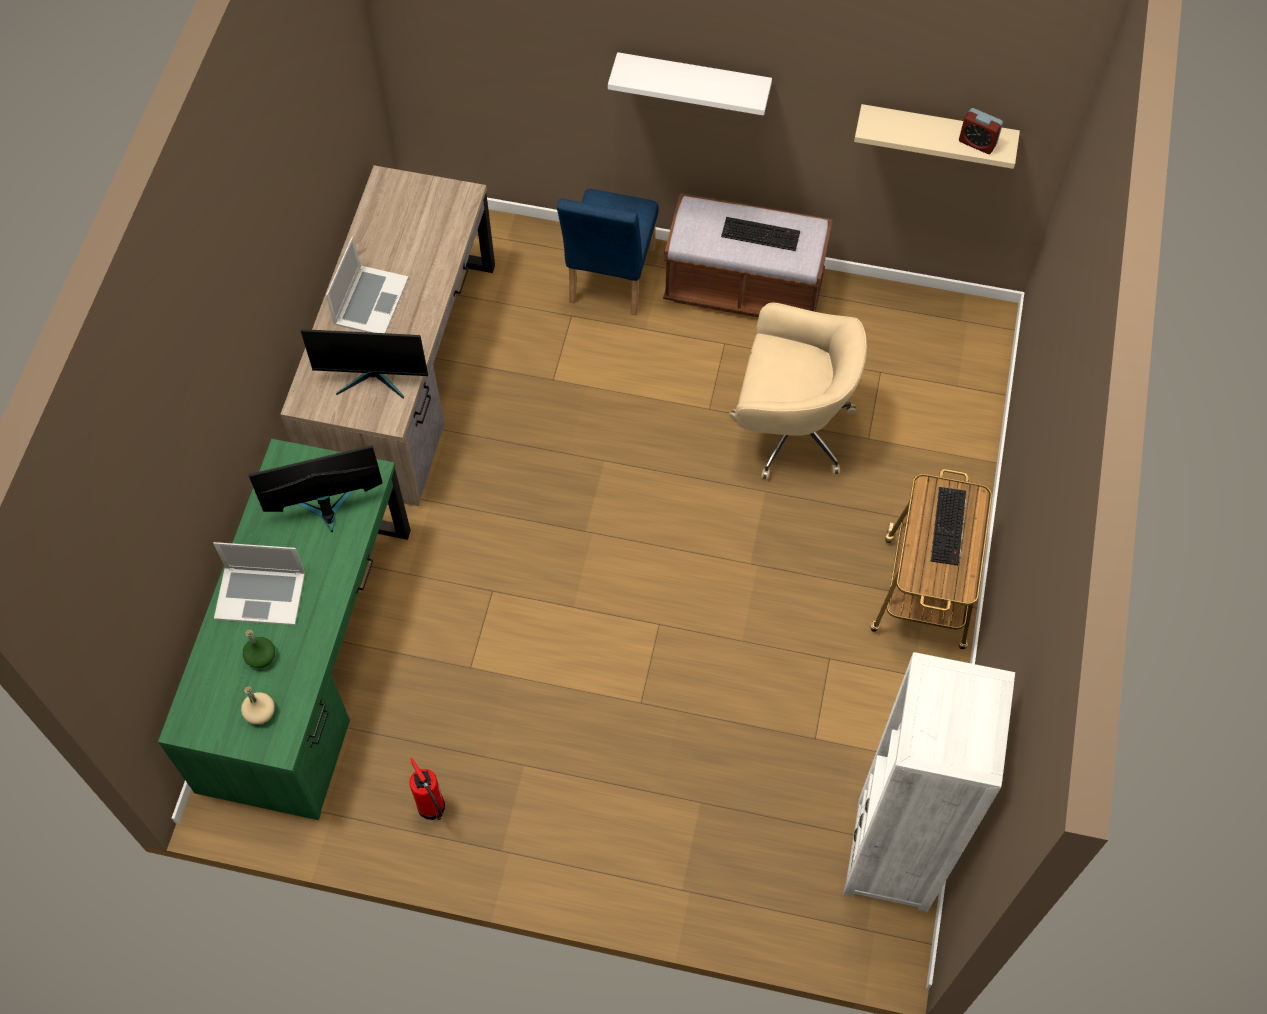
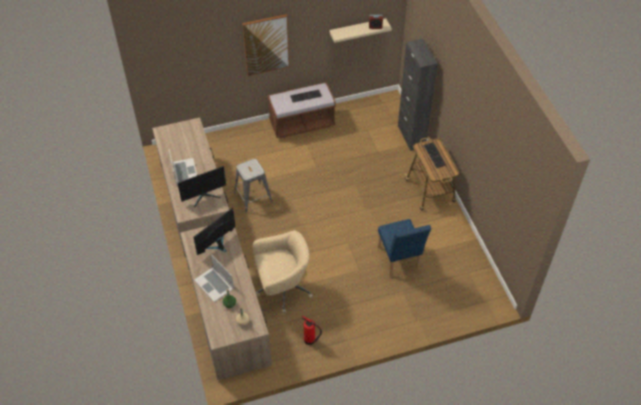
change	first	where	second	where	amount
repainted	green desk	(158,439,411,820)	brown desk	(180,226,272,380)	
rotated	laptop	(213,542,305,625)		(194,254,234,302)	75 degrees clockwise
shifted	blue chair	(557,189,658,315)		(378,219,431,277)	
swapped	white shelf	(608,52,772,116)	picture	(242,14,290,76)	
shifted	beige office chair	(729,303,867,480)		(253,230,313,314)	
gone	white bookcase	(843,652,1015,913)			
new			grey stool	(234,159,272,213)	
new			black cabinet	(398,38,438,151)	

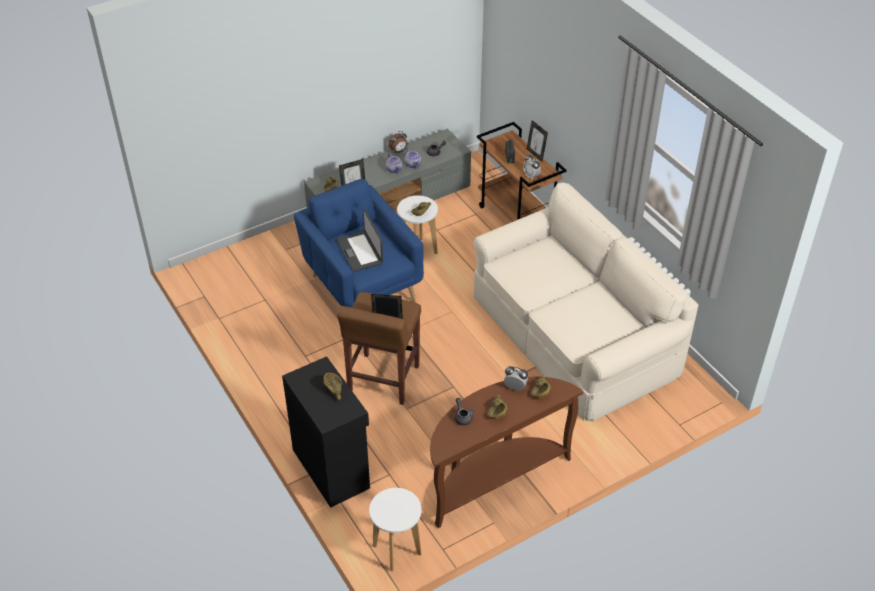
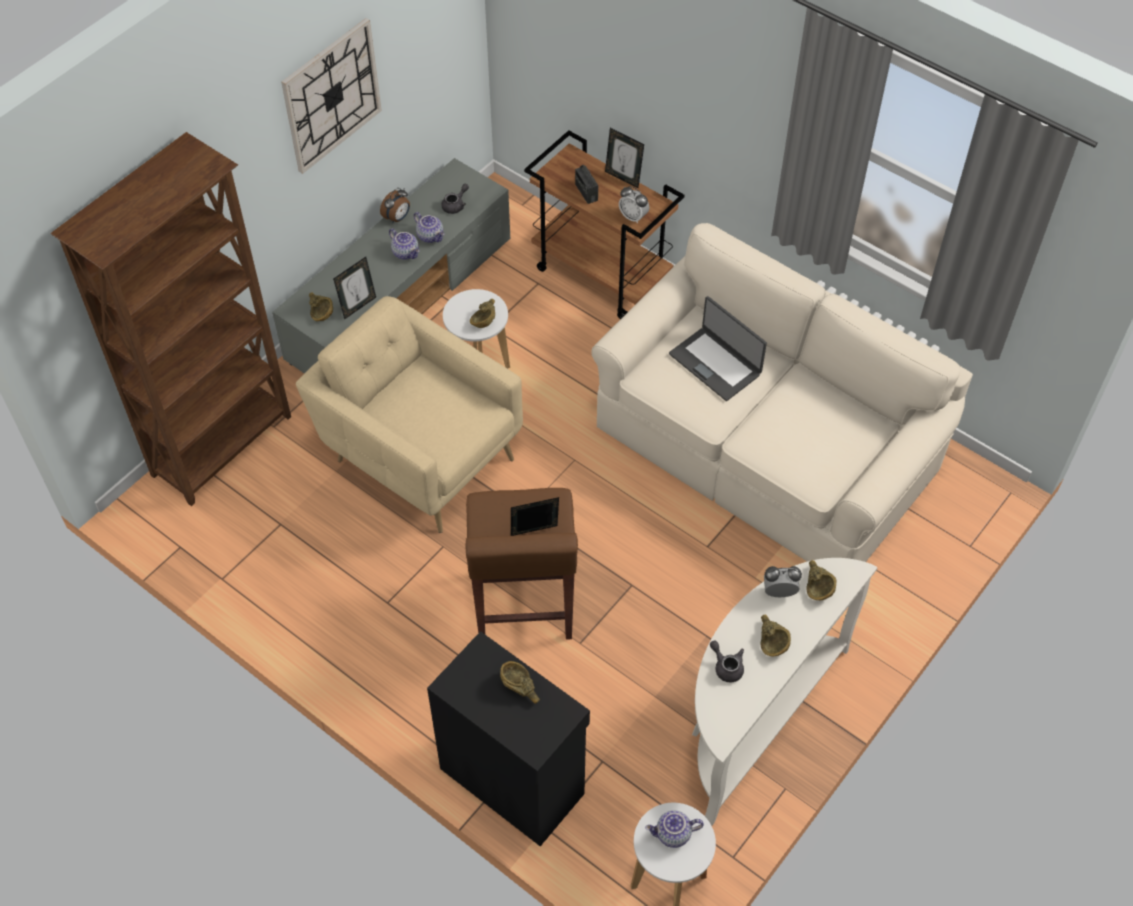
change	first	where	second	where	amount
repainted	blue armchair	(294,179,424,307)	beige armchair	(296,296,523,533)	
shifted	laptop	(336,209,383,272)		(669,296,767,401)	
repainted	brown console table	(430,377,584,528)	white console table	(692,558,878,826)	
new			brown bookcase	(51,132,291,506)	
new			wall clock	(281,18,382,174)	
new			teapot	(645,810,704,848)	

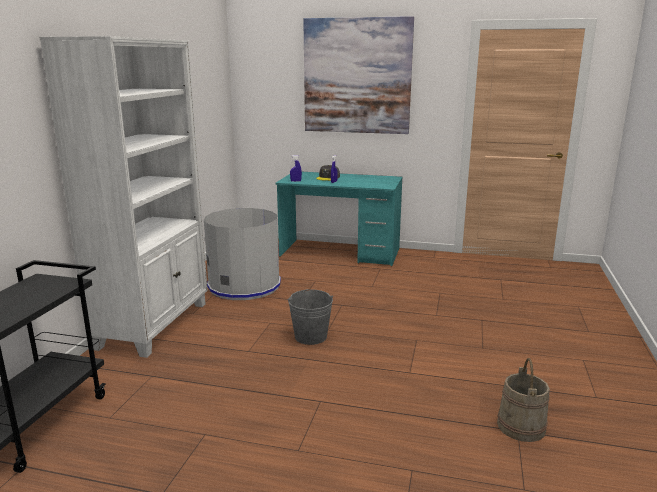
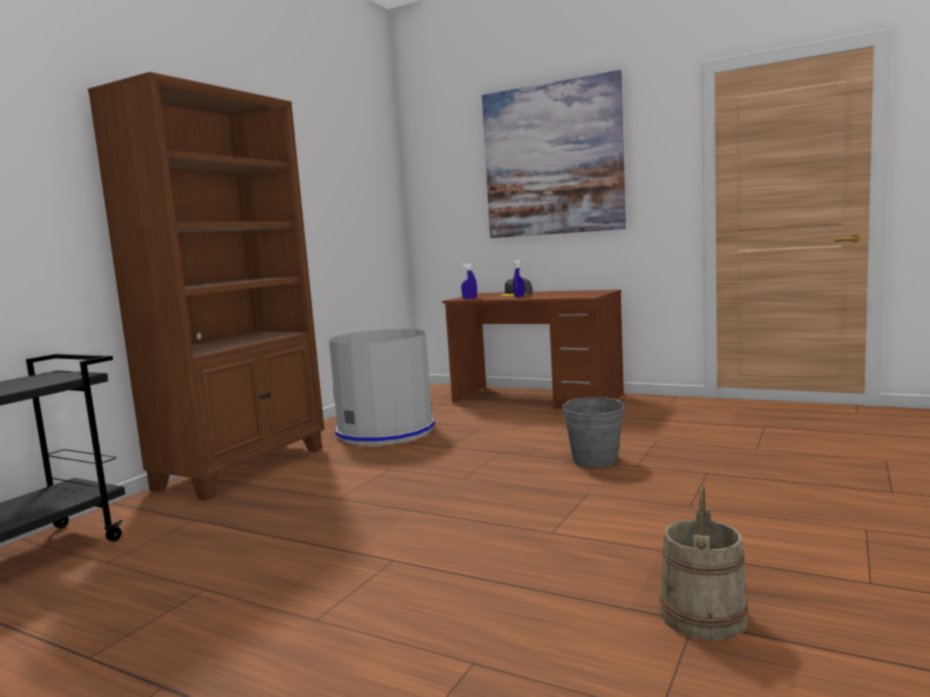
change	first	where	second	where	amount
repainted	white bookcase	(39,36,208,358)	brown bookcase	(88,72,324,501)	
repainted	turquoise desk	(276,172,403,266)	brown desk	(442,290,624,409)	
shifted	grey bucket	(287,289,333,345)		(562,397,625,468)	

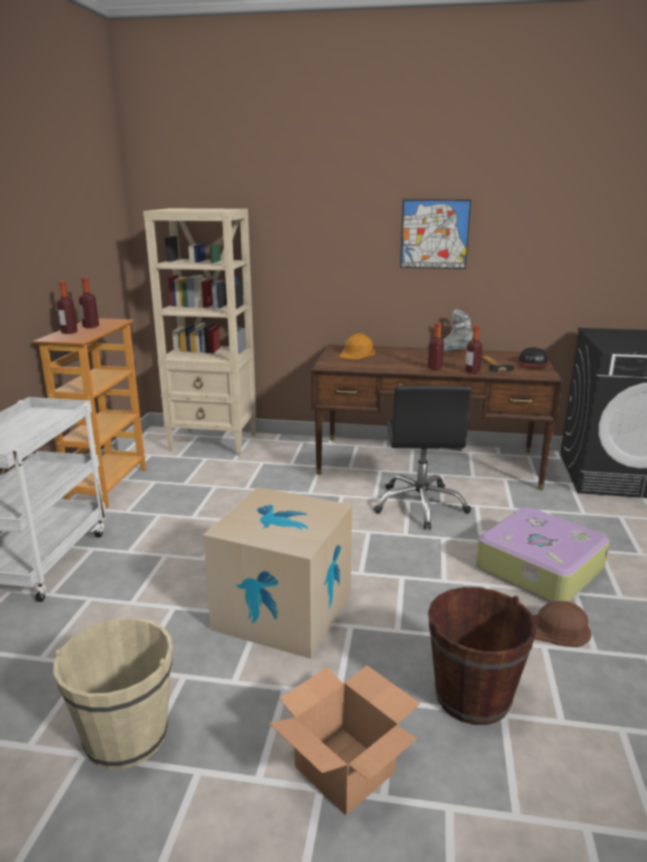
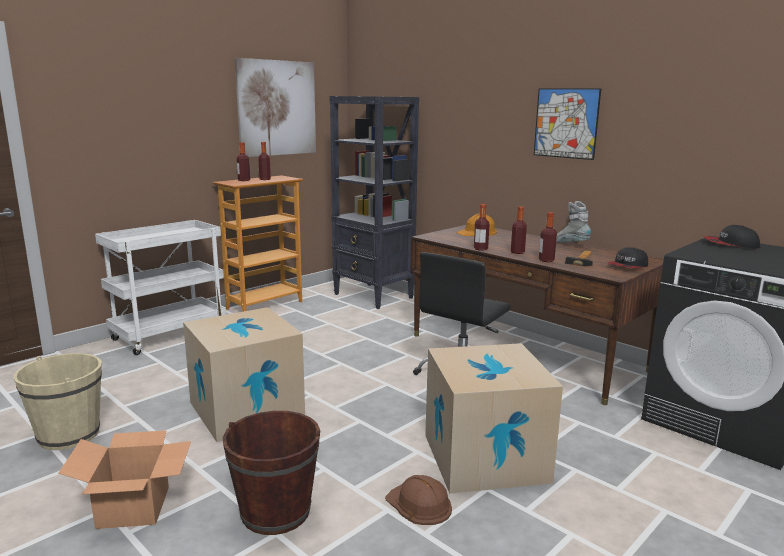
change	first	where	second	where	amount
repainted	beige bookcase	(143,208,256,456)	black bookcase	(329,96,419,309)	
swapped	suitcase	(476,507,610,602)	cardboard box	(425,343,563,494)	
new			picture	(235,58,316,157)	
new			bottle	(474,204,490,251)	
new			cap	(704,225,760,249)	

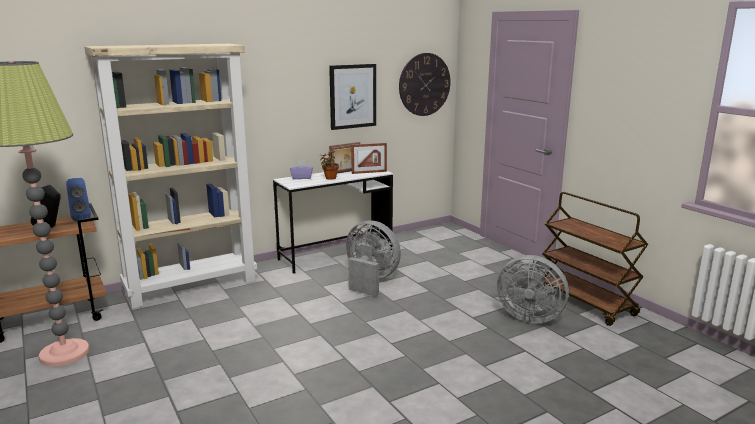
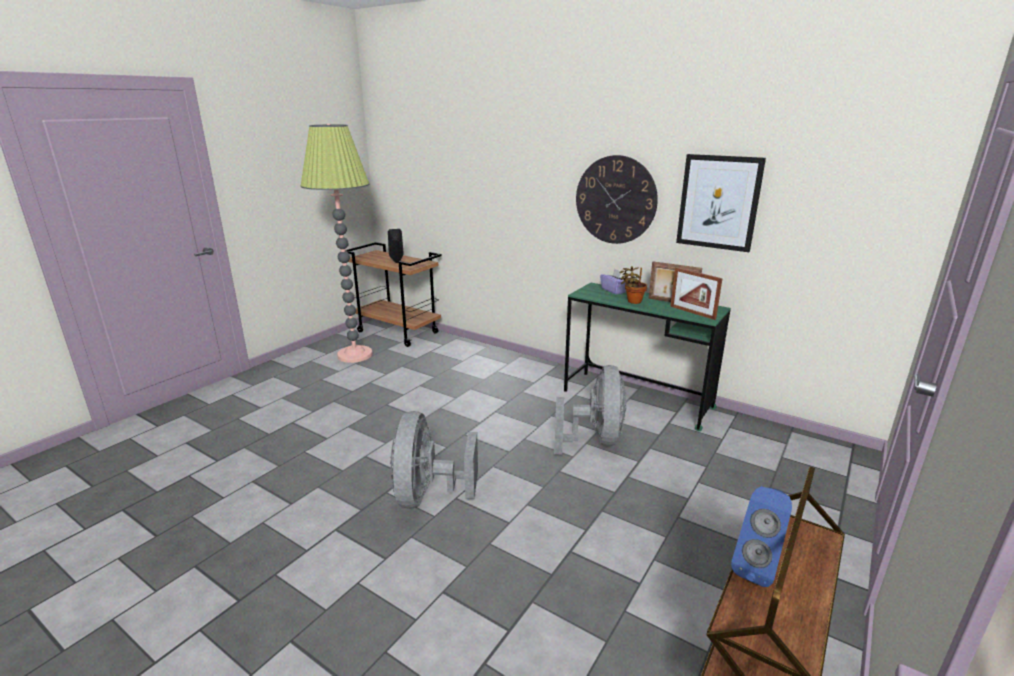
change	first	where	second	where	amount
shifted	blue speaker	(66,178,91,222)		(731,486,792,587)	
gone	beige bookcase	(84,44,257,309)			
repainted	white desk	(273,171,393,274)	green desk	(564,283,731,431)	
shifted	wall clock	(399,53,451,116)		(576,155,658,244)	
shifted	grey fan	(497,255,569,323)		(390,411,478,509)	

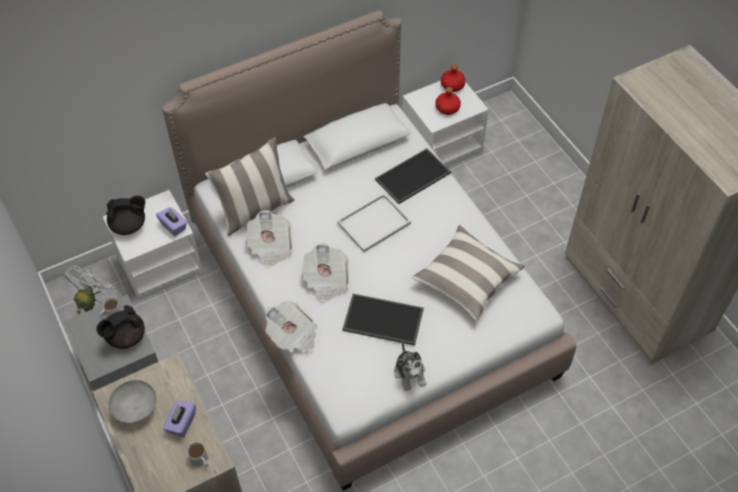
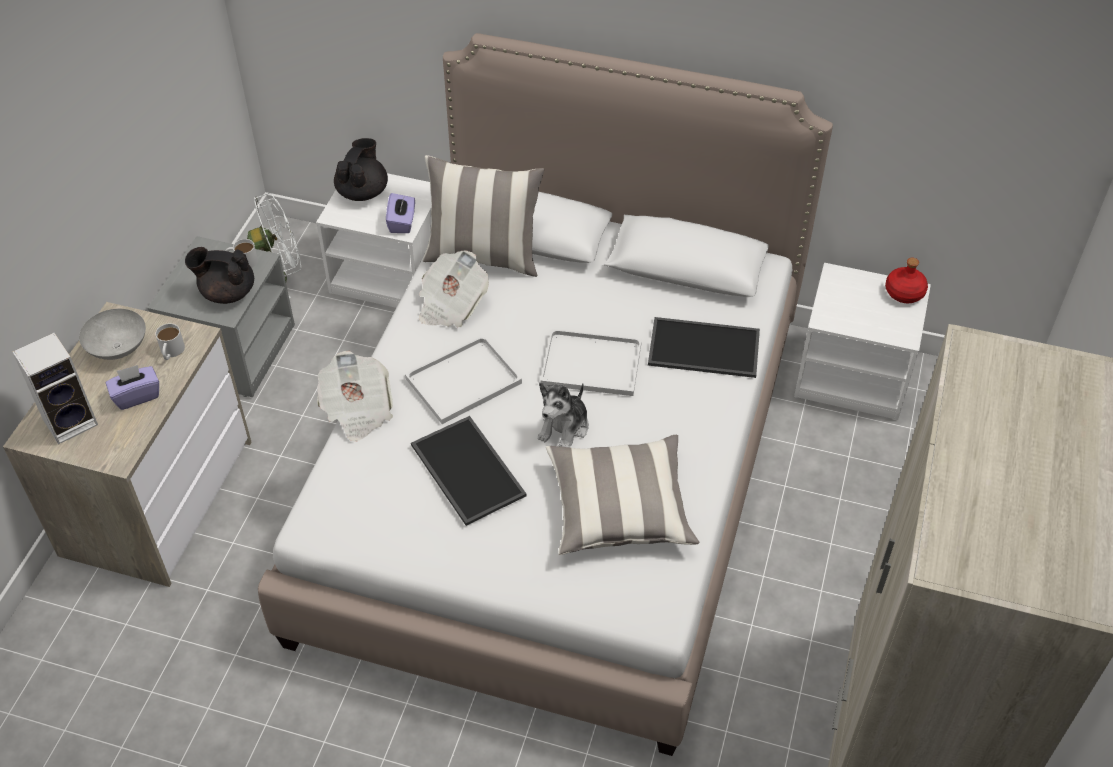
change	first	where	second	where	amount
rotated	black teapot	(106,196,145,235)		(334,138,388,201)	105 degrees counterclockwise
shifted	white mug	(187,442,208,467)		(155,323,185,360)	
swapped	newspaper	(301,243,349,303)	white tray	(405,336,522,424)	
shifted	plush toy	(394,342,426,391)		(538,382,589,448)	
gone	red bottle	(435,87,461,115)			
new			speaker	(13,333,98,445)	

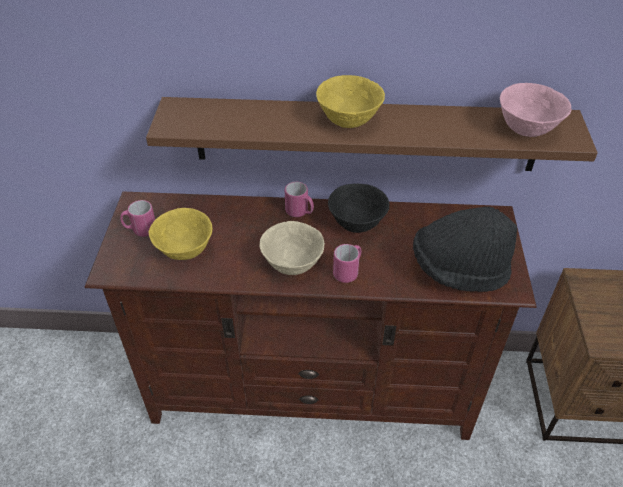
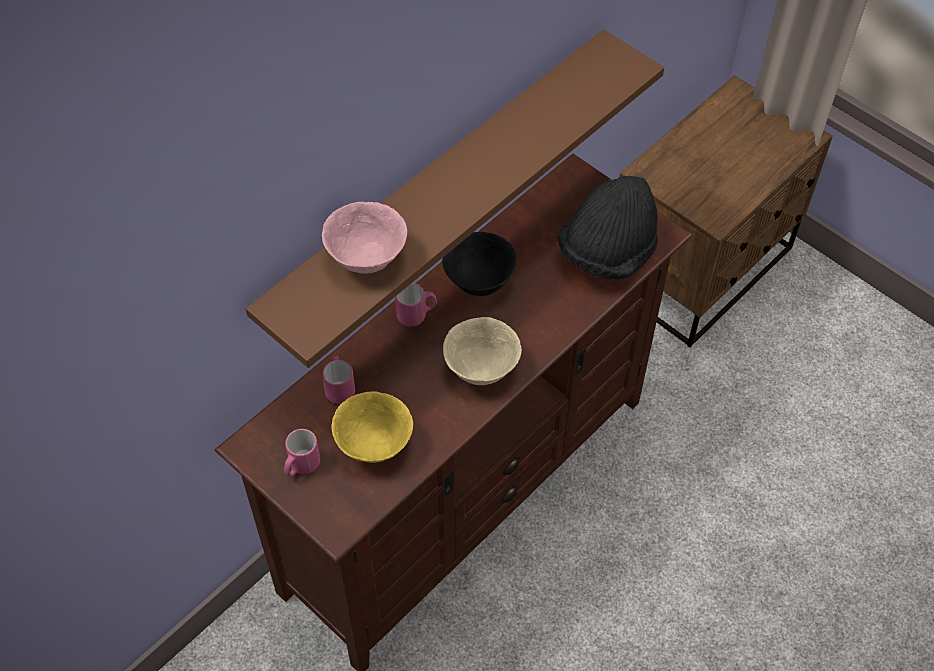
change	first	where	second	where	amount
gone	yellow bowl	(316,75,385,128)			
shifted	pink mug	(333,244,361,283)		(322,356,355,404)	
shifted	pink bowl	(500,83,571,137)		(322,202,407,274)	

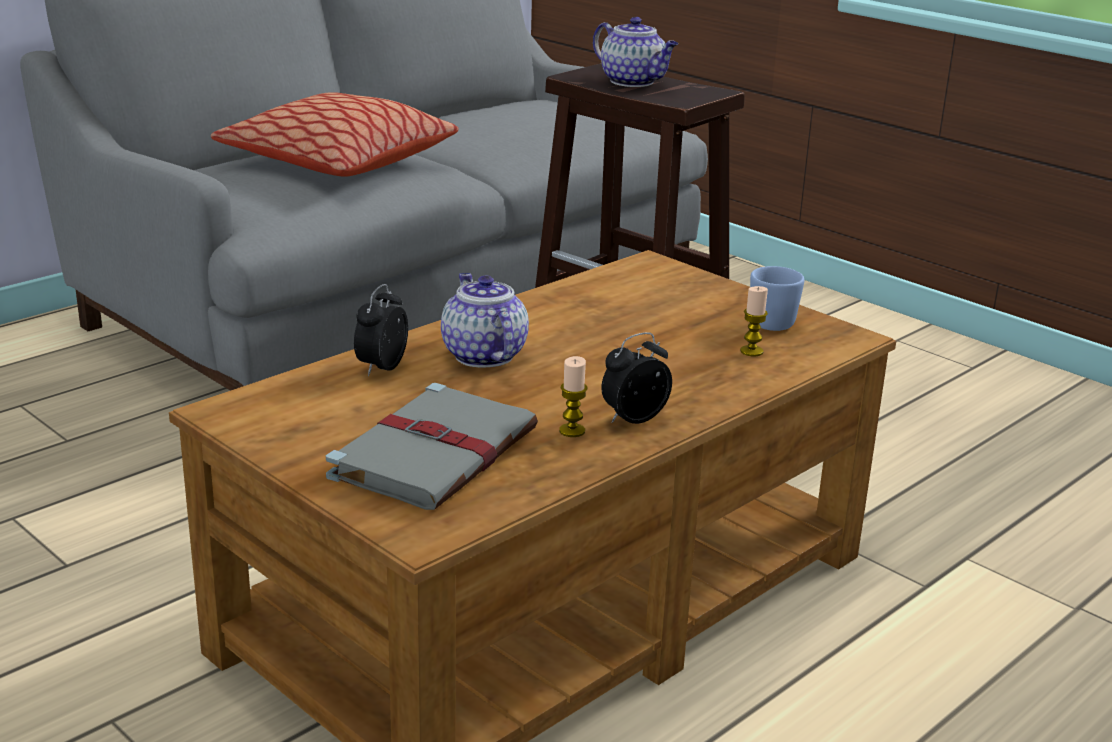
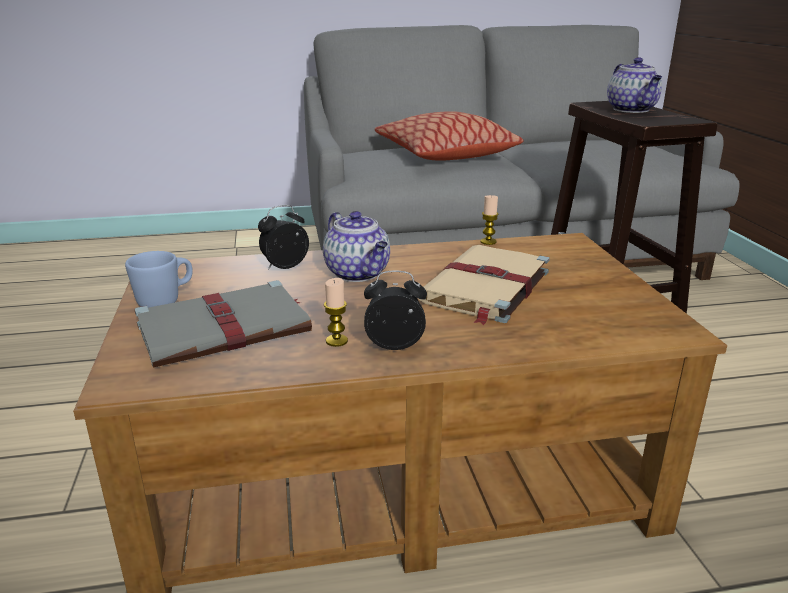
change	first	where	second	where	amount
rotated	teapot	(441,273,529,367)		(323,211,390,282)	135 degrees clockwise
shifted	candle	(740,286,768,356)		(480,195,499,245)	
shifted	blue mug	(750,266,804,331)		(125,251,193,308)	
new			beige book	(418,245,550,325)	

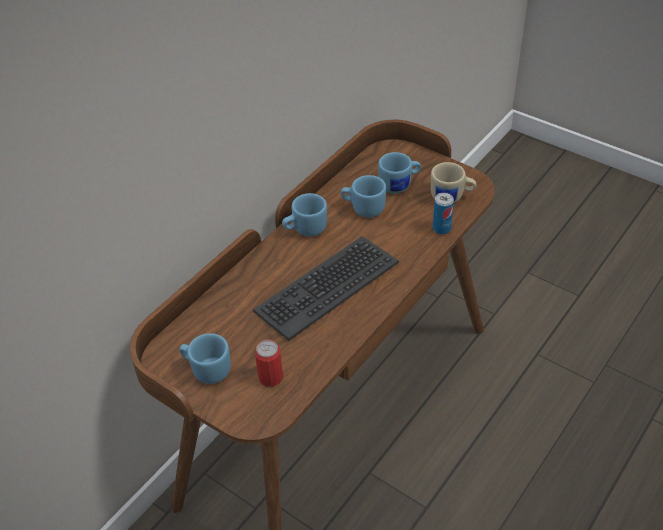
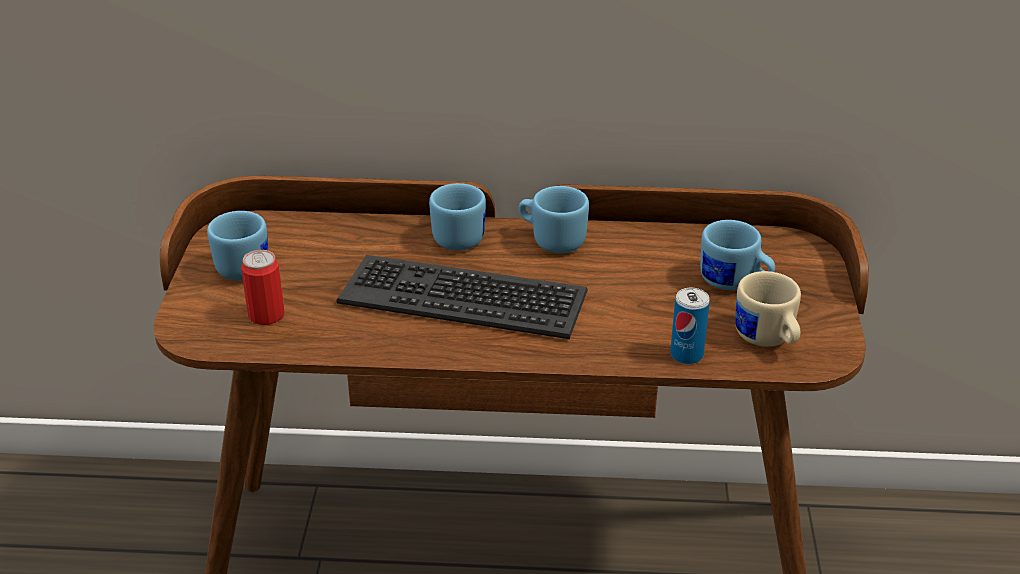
change	first	where	second	where	amount
shifted	blue mug	(341,175,386,218)		(429,183,486,250)	

